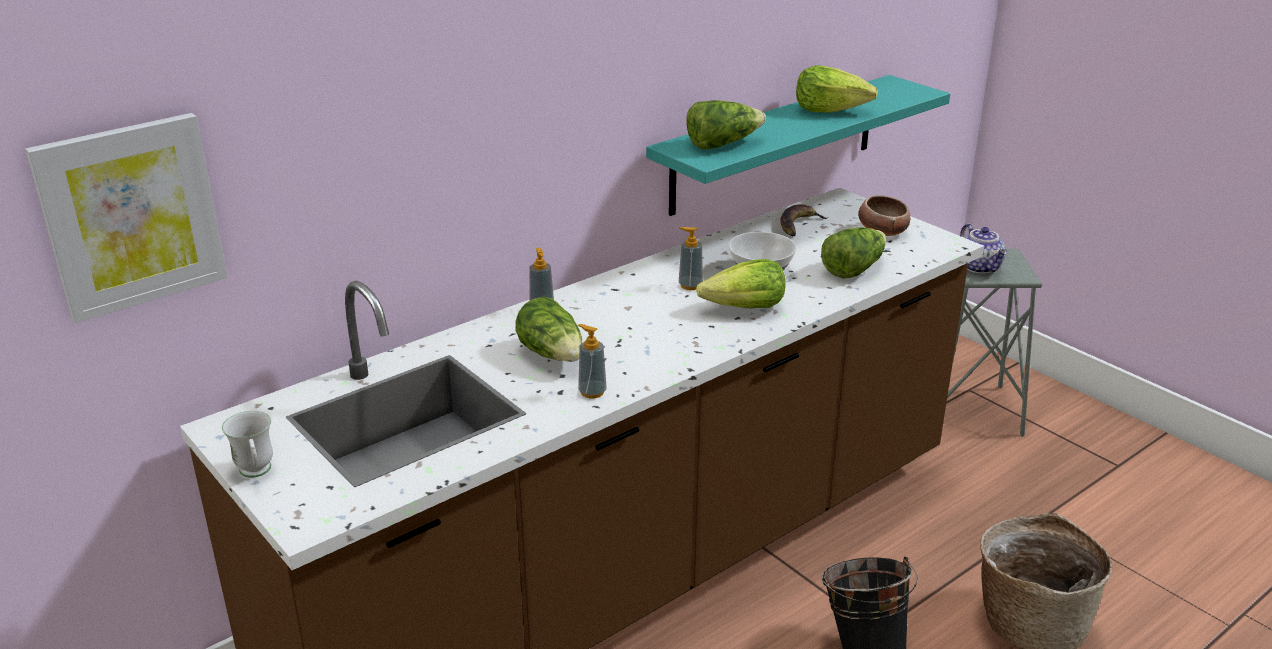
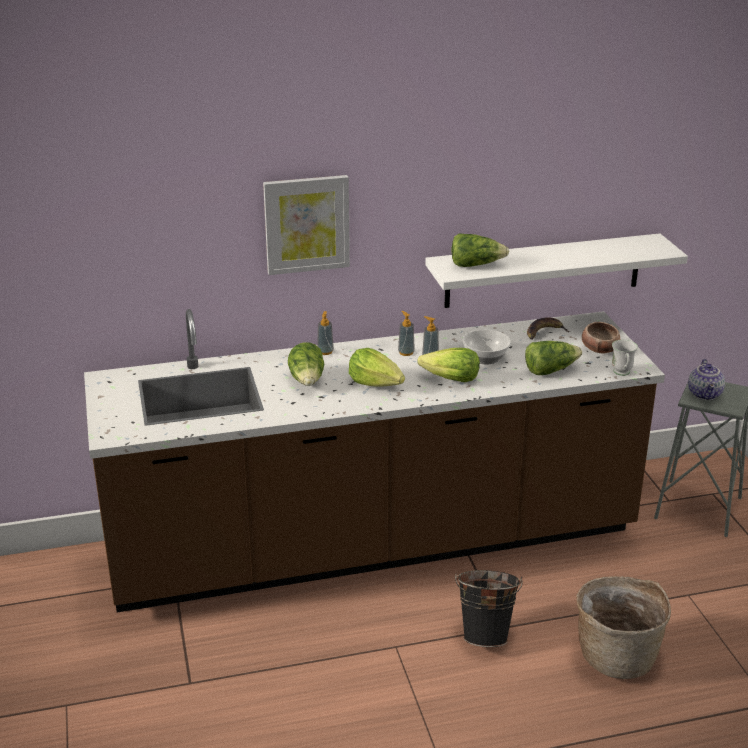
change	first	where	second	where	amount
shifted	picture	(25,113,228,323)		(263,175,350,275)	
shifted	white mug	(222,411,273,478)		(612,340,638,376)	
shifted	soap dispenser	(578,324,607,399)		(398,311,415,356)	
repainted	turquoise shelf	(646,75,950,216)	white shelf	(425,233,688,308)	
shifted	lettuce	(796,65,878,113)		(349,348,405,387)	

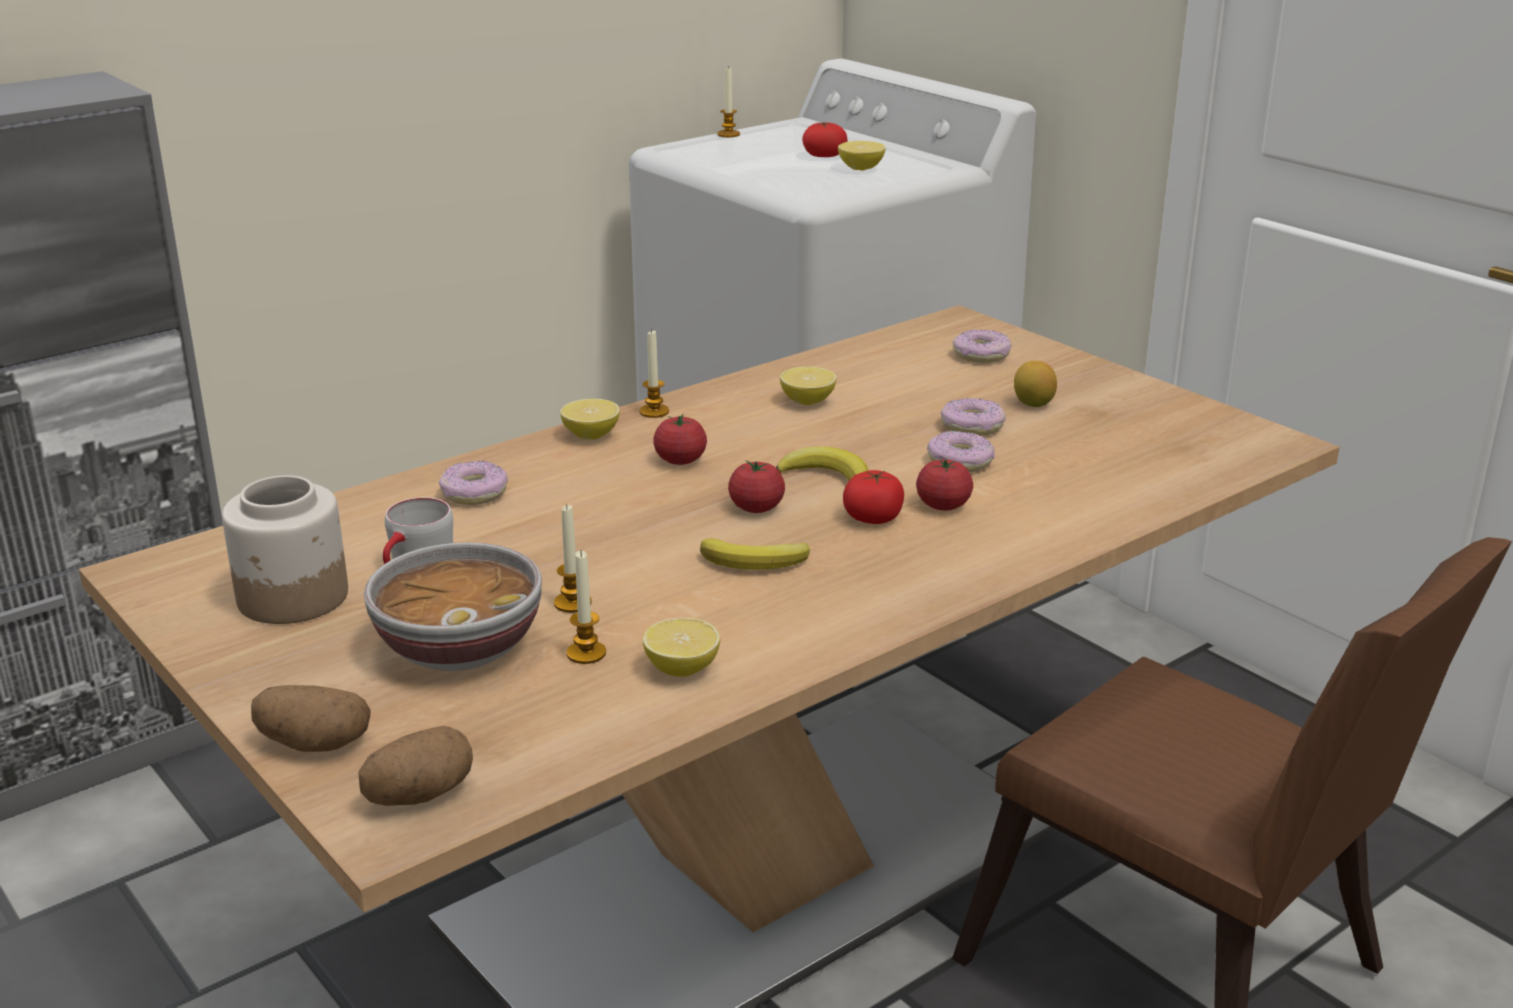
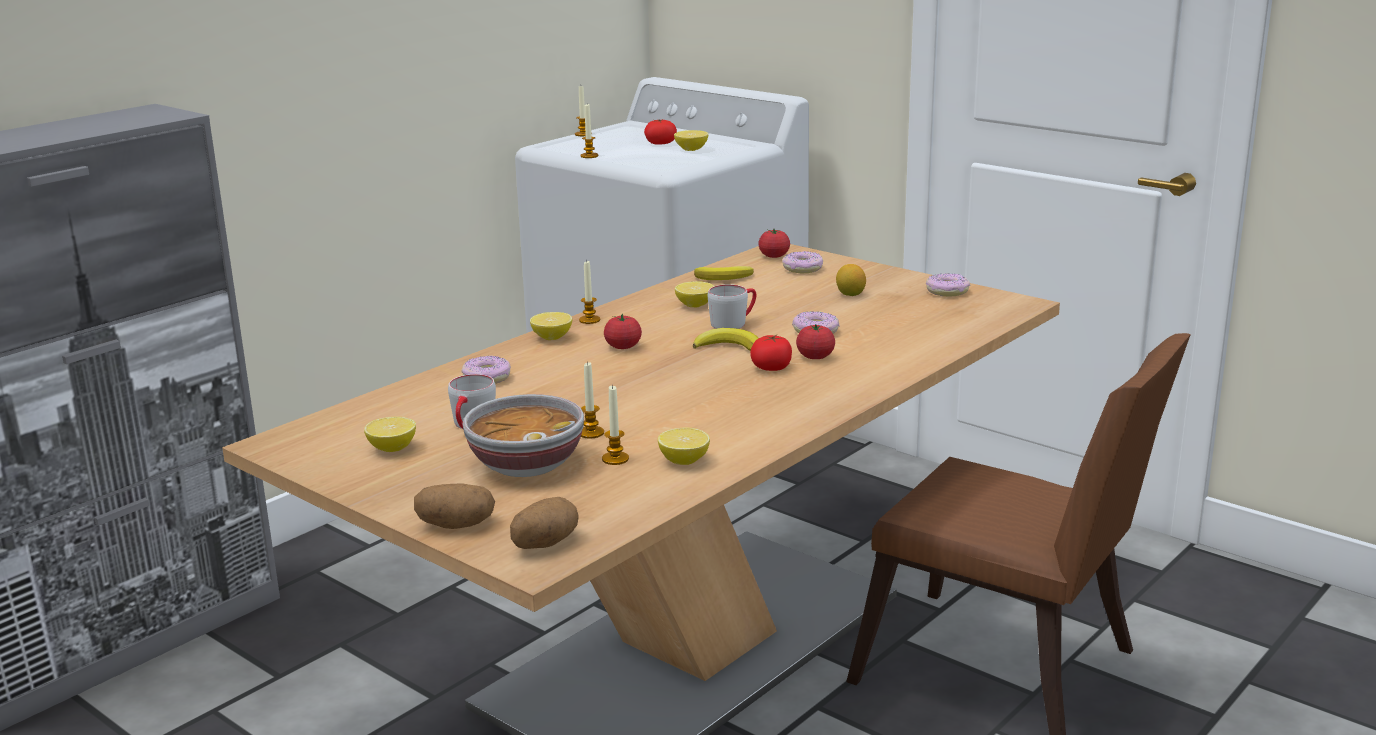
change	first	where	second	where	amount
swapped	jar	(222,475,348,624)	lemon	(364,417,416,452)	
shifted	banana	(700,538,810,570)		(694,266,754,280)	
shifted	tomato	(728,460,785,513)		(758,229,790,258)	
shifted	donut	(941,398,1006,436)		(926,273,970,297)	
new			candle	(581,104,599,158)	
new			grey mug	(708,284,756,329)	

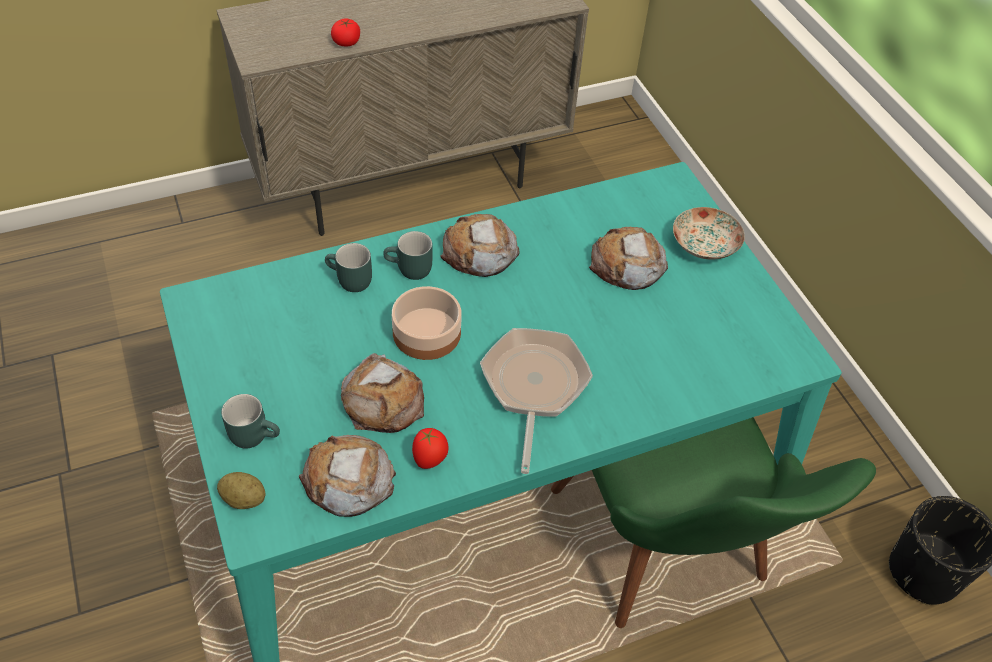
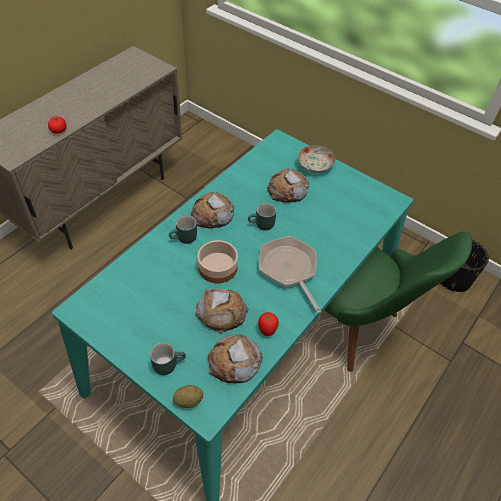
change	first	where	second	where	amount
shifted	turquoise mug	(325,243,372,292)		(248,203,277,231)	

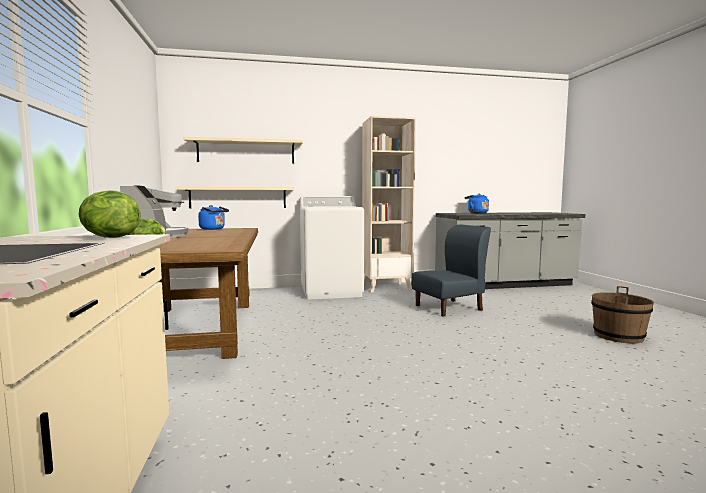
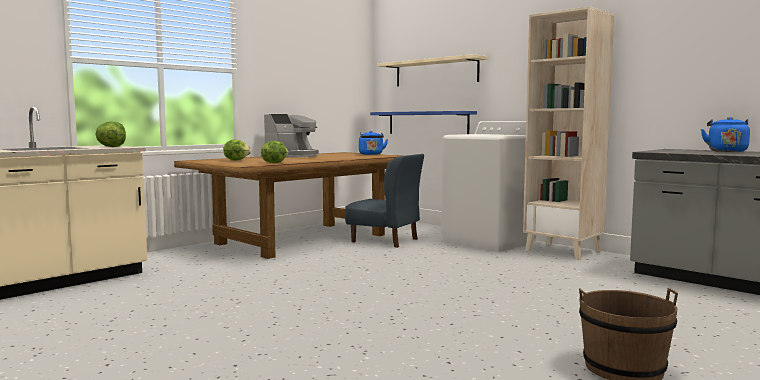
change	first	where	second	where	amount
repainted	beige shelf	(175,186,294,208)	blue shelf	(370,111,477,134)	
shifted	blue chair	(411,224,491,317)		(345,154,424,248)	
new			lettuce	(261,141,288,163)	

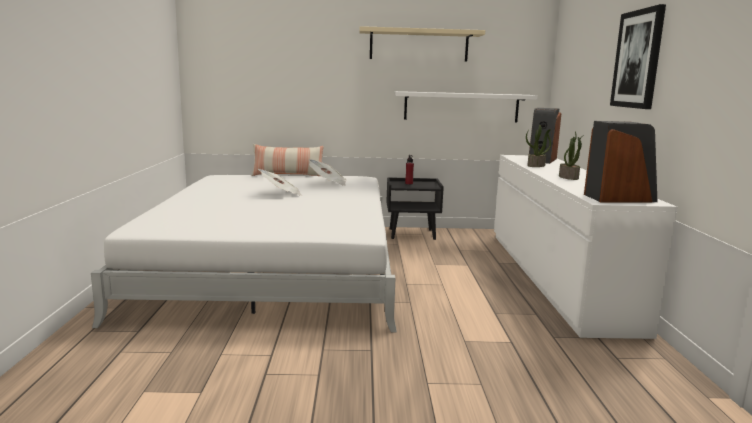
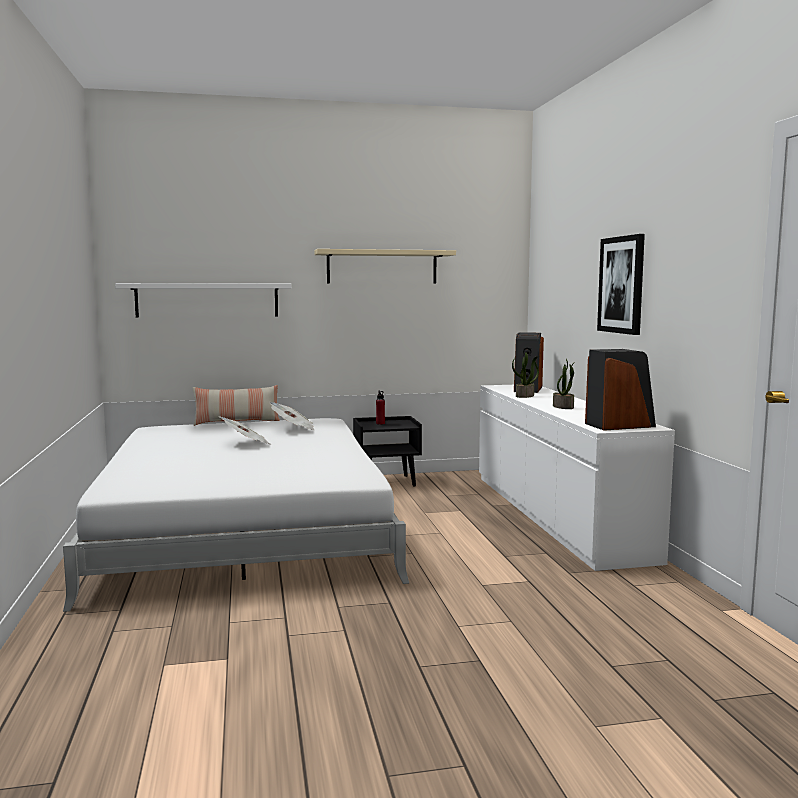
change	first	where	second	where	amount
shifted	white shelf	(395,91,538,122)		(115,283,292,318)	

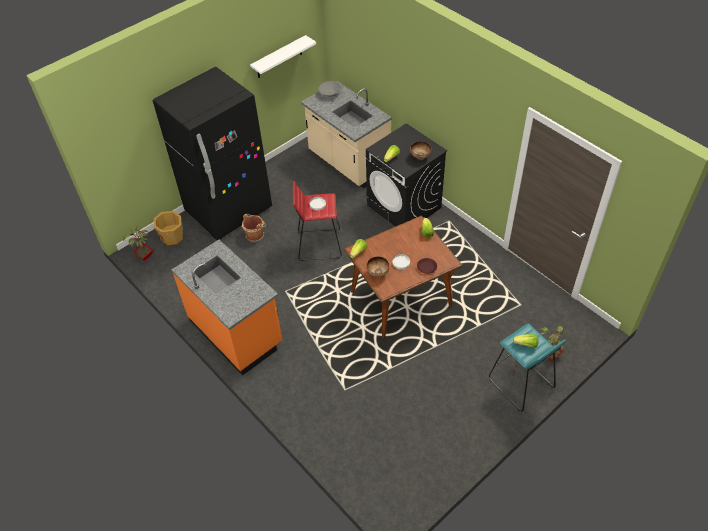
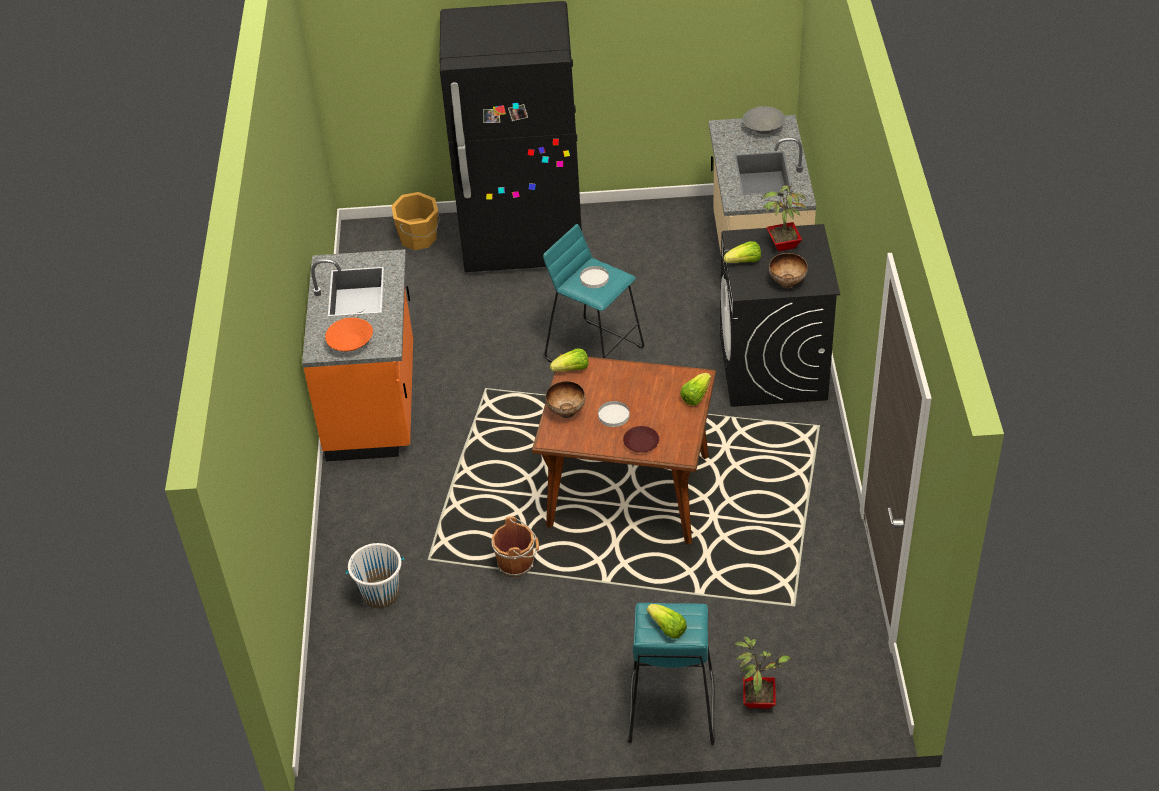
change	first	where	second	where	amount
shifted	potted plant	(123,226,153,261)		(761,179,808,252)	
shifted	brown bucket	(242,214,266,242)		(491,516,539,577)	
gone	white shelf	(250,35,316,78)			
repainted	red stool	(293,181,342,261)	turquoise stool	(543,224,644,363)	
new			orange bowl	(325,317,373,352)	
new			white bucket	(346,543,404,608)	

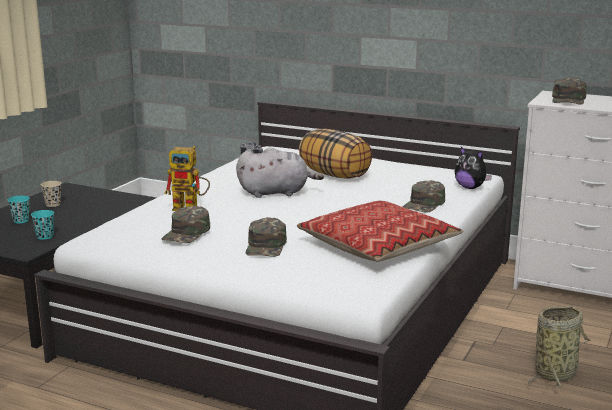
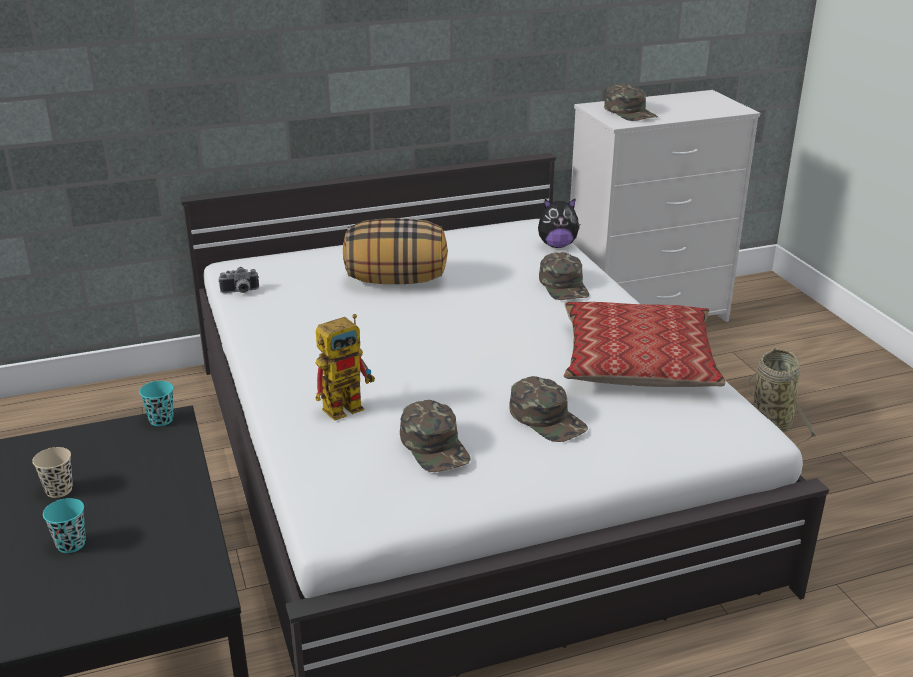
change	first	where	second	where	amount
shifted	turquoise cup	(31,210,54,240)		(139,381,173,426)	
gone	grey plush toy	(236,147,324,198)			

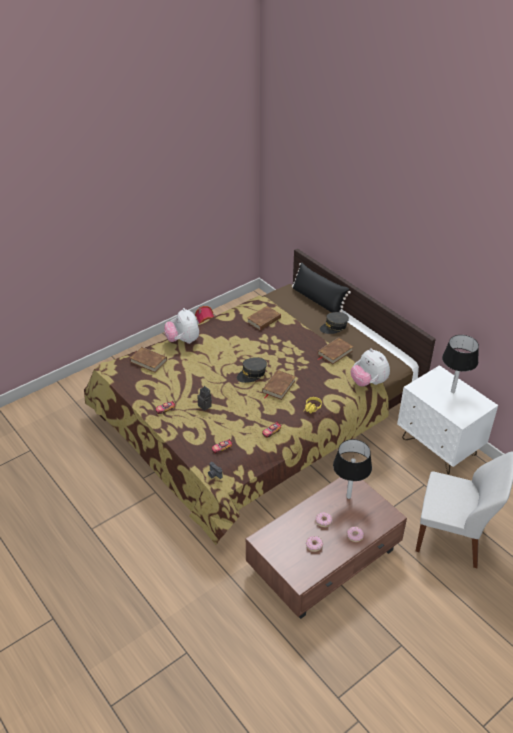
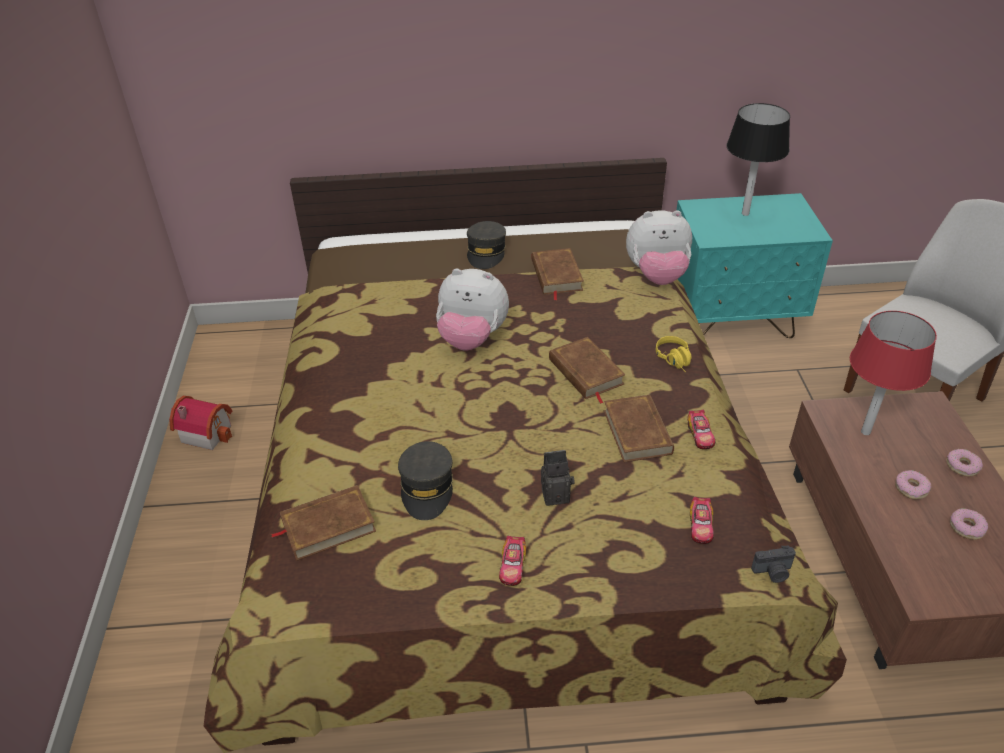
change	first	where	second	where	amount
shifted	plush toy	(164,308,199,344)		(436,268,509,351)	
shifted	grey cap	(237,357,267,383)		(398,441,453,520)	
shifted	brown book	(247,306,281,330)		(604,394,674,462)	
gone	black pillow	(292,262,351,313)			
repainted	black table lamp	(333,439,372,499)	red table lamp	(850,311,937,435)	
repainted	white nightstand	(397,365,498,474)	turquoise nightstand	(677,193,833,338)	

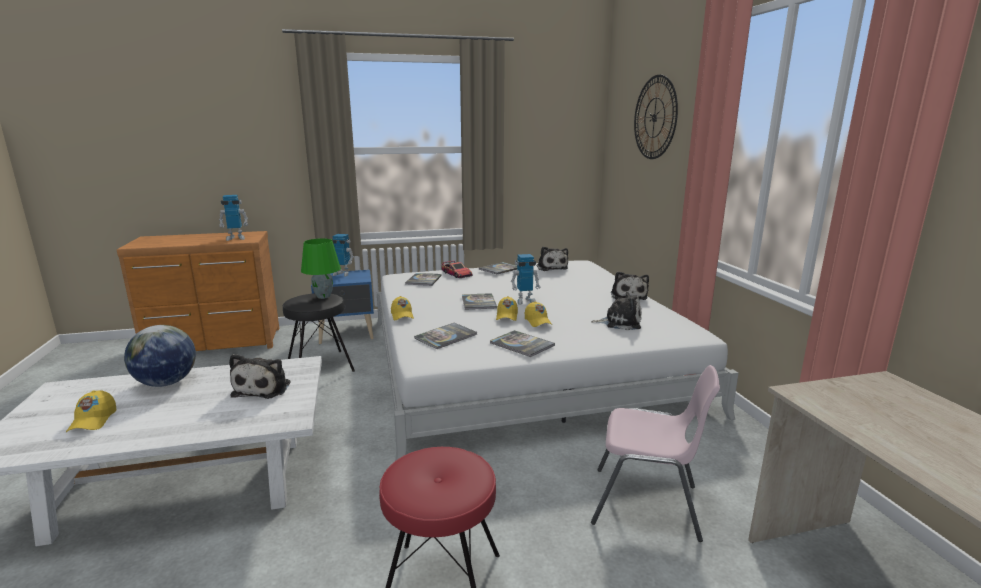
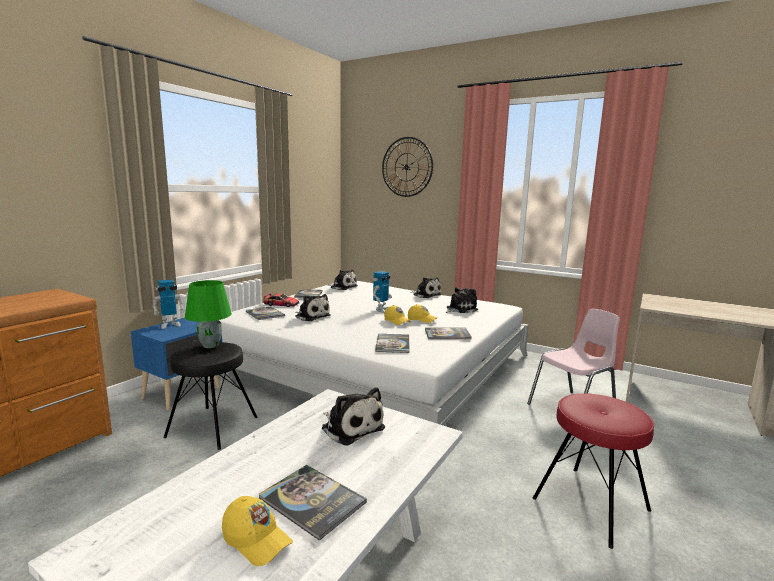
change	first	where	second	where	amount
gone	globe	(124,325,196,387)			
gone	toy robot	(219,195,248,241)			
gone	yellow cap	(391,296,414,321)			
shifted	book	(462,293,497,310)		(259,465,367,541)	
new			plush toy	(295,294,330,321)	

